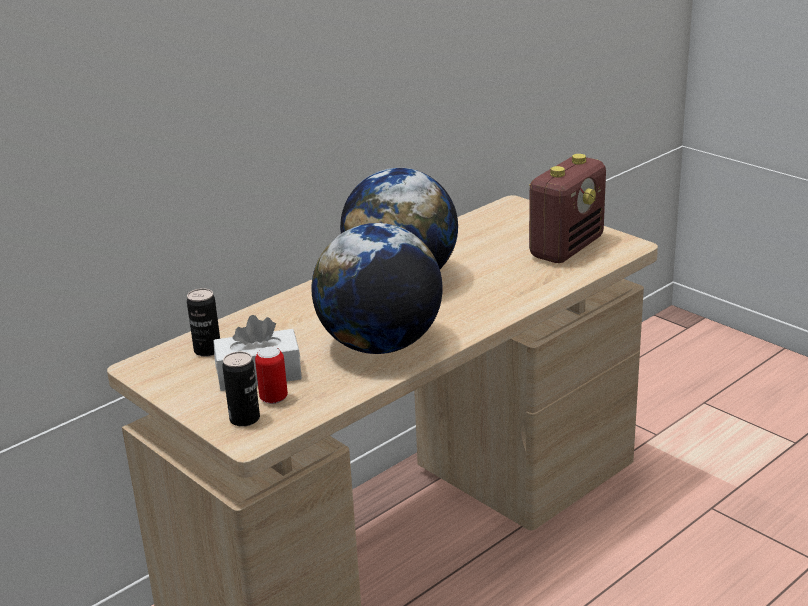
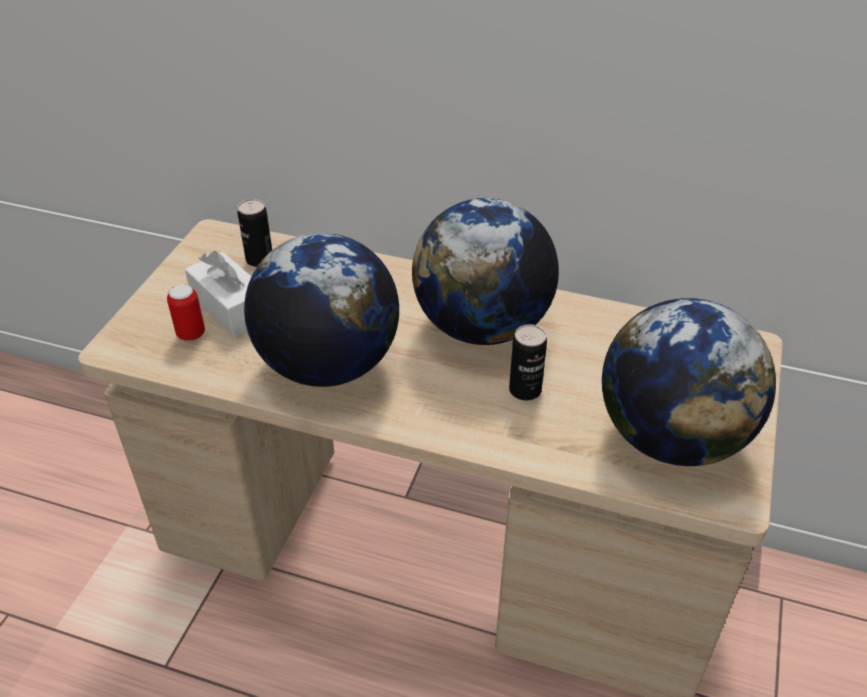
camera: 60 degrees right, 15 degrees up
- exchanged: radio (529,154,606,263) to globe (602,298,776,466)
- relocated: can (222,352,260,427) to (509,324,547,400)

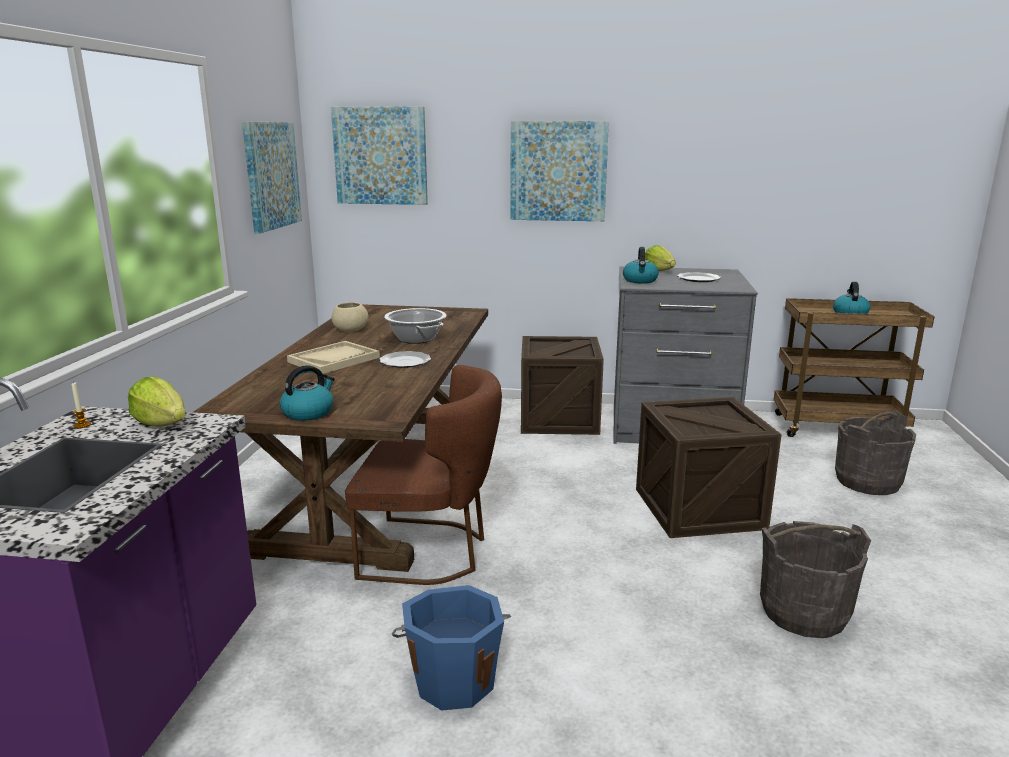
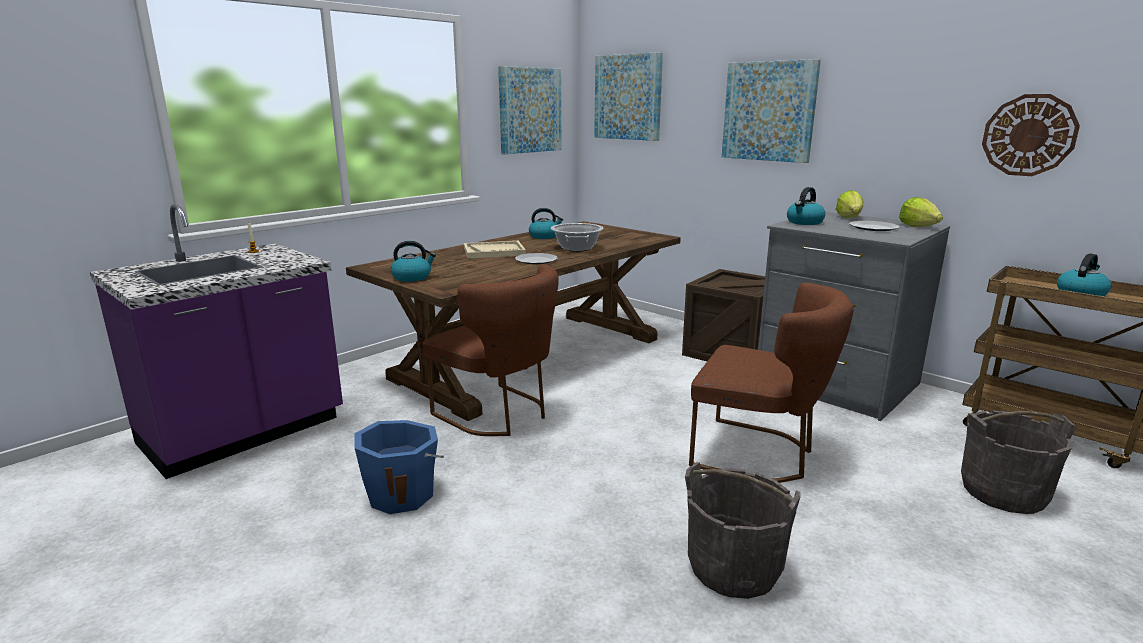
camera: 35 degrees right, 0 degrees up
- exchanged: beige bowl (332,302,368,332) to kettle (529,208,563,239)
- relocated: lettuce (128,377,186,427) to (899,197,943,227)
- exchanged: crate (636,397,782,538) to brown chair (689,282,853,483)
- appeared: wall clock (982,94,1080,176)

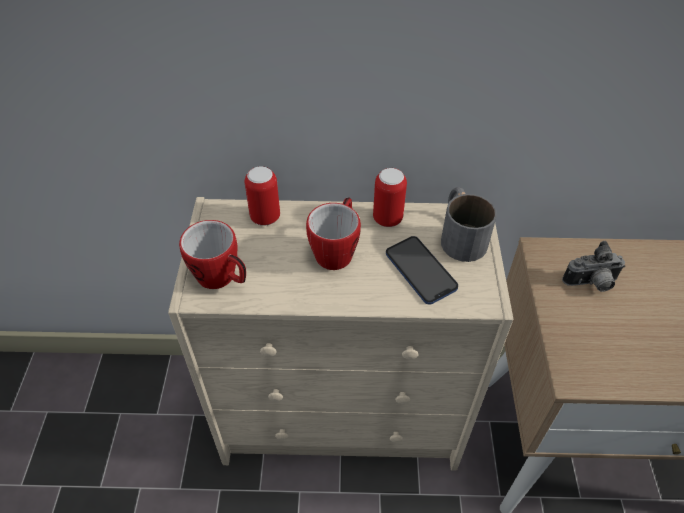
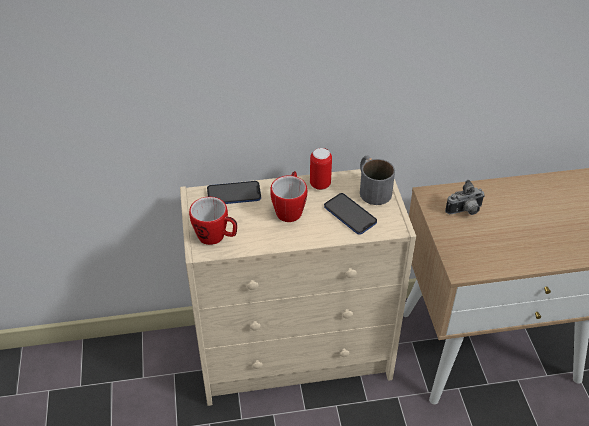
camera: 10 degrees left, 5 degrees down
- exchanged: can (245,166,280,226) to phone (207,181,261,204)

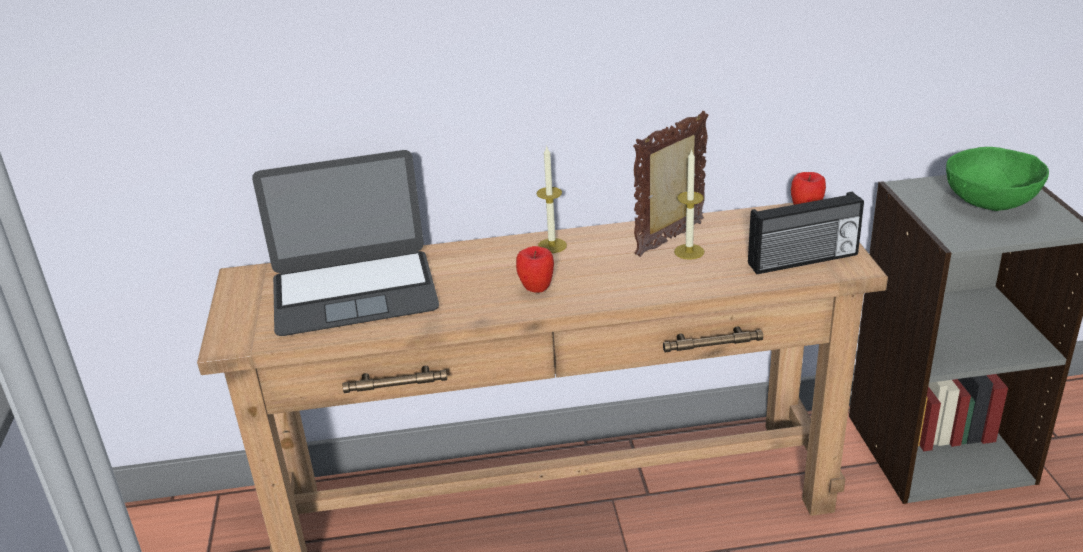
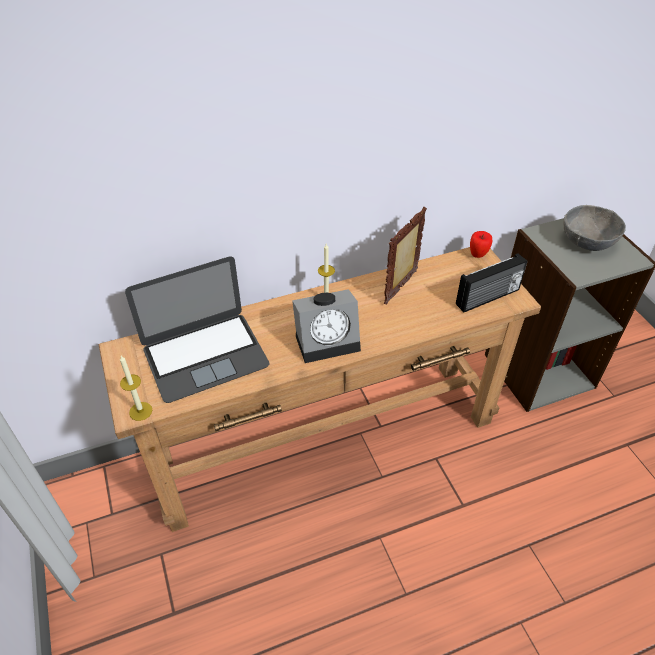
camera: 15 degrees left, 15 degrees up
- colour: green bowl (946,147,1049,211) to grey bowl (564,205,626,251)
- relocated: candle (674,149,704,260) to (120,356,152,421)
- exchanged: apple (516,246,554,293) to alarm clock (292,289,361,363)

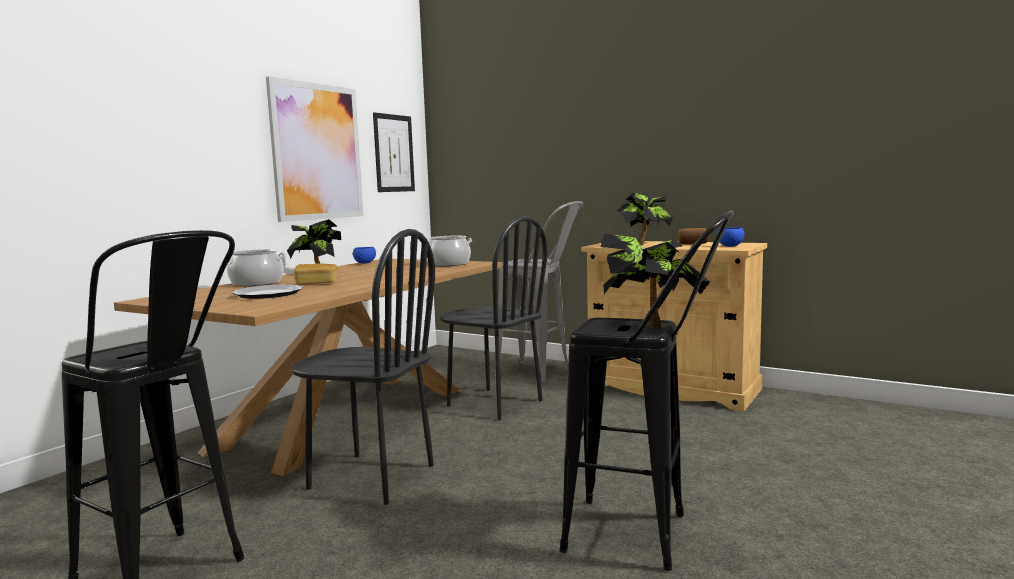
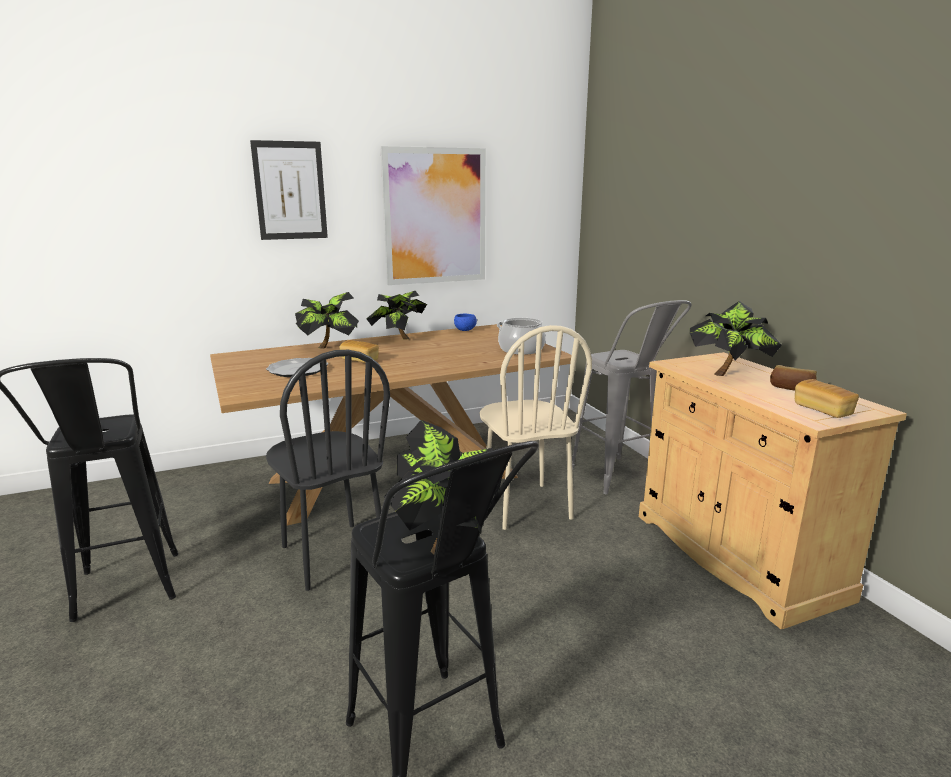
camera: 35 degrees right, 10 degrees up
- relocated: picture (373,112,415,192) to (250,140,328,240)
- colour: black chair (439,216,548,420) to beige chair (479,325,592,530)
- exchanged: blue bowl (717,227,745,247) to bread (795,379,859,418)
- exchanged: cooking pot (223,249,285,286) to potted plant (295,292,359,349)

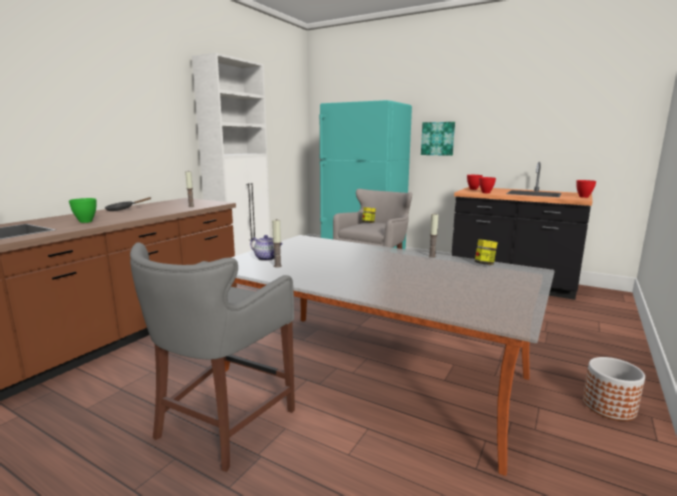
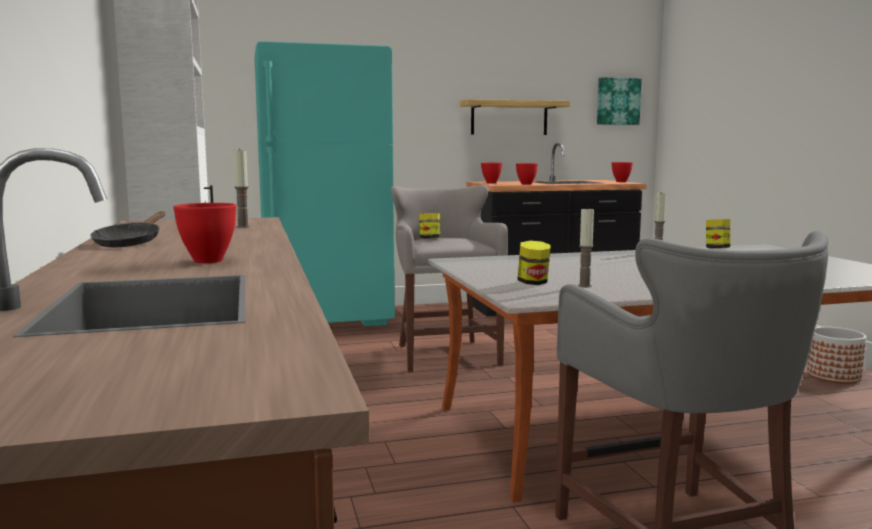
camera: 45 degrees left, 5 degrees down
- relocated: picture (421,122,455,156) to (597,77,642,125)
- colour: green bowl (69,198,96,223) to red bowl (173,203,236,263)
- exchanged: teapot (250,235,282,261) to jar (517,241,551,285)
- appeared: shelf (460,99,570,135)

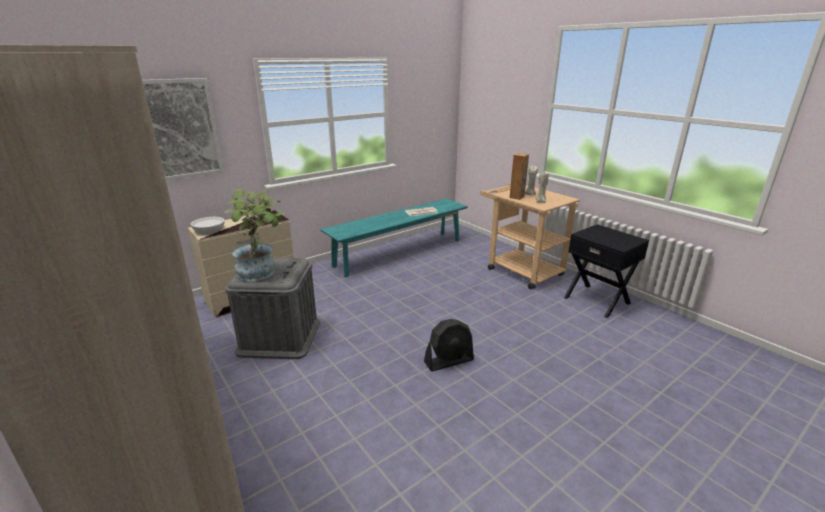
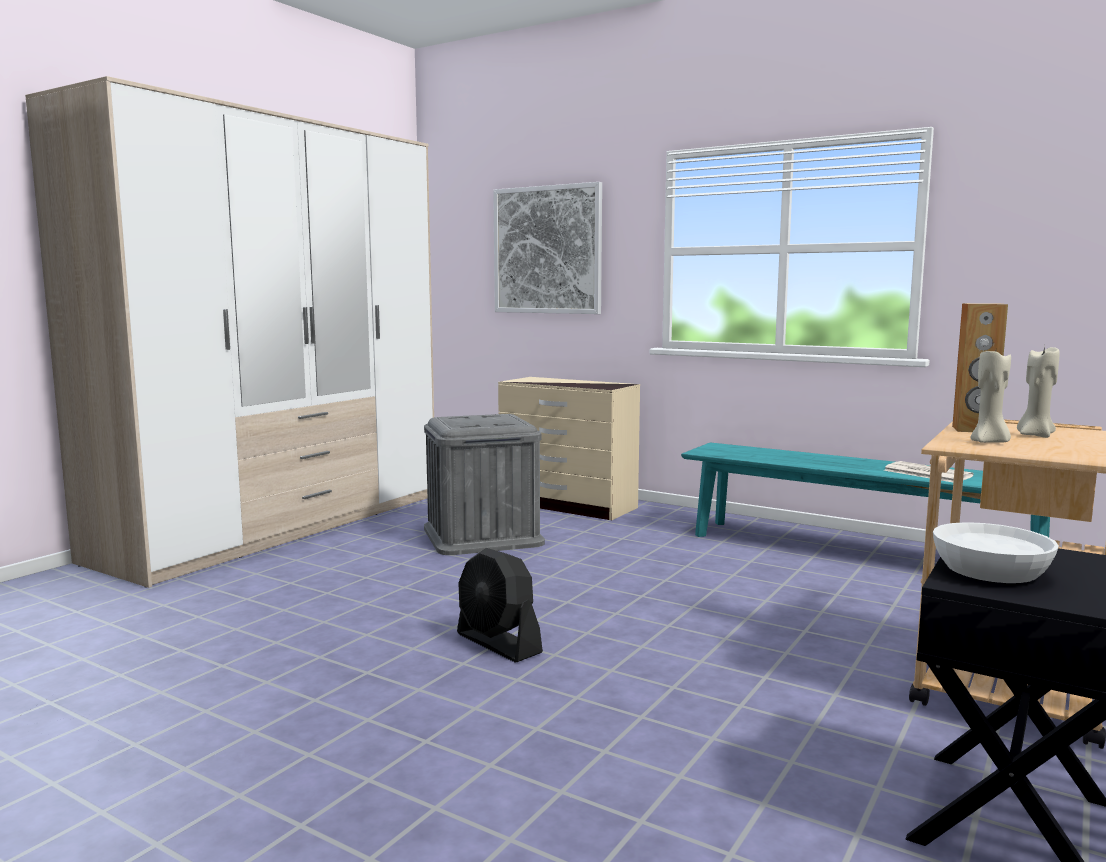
camera: 70 degrees right, 15 degrees down
- missing: potted plant (224,189,286,281)
- relocated: white bowl (191,217,225,235) to (933,522,1059,583)

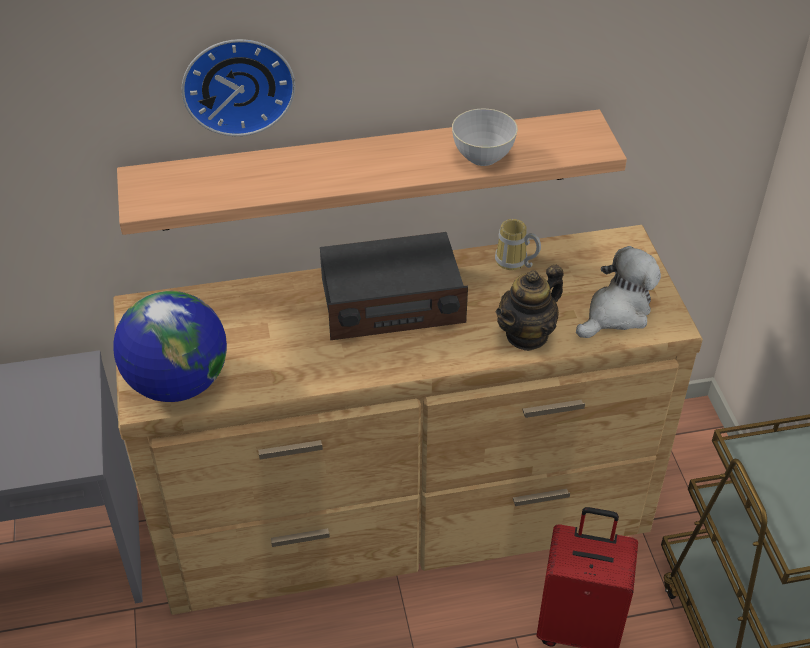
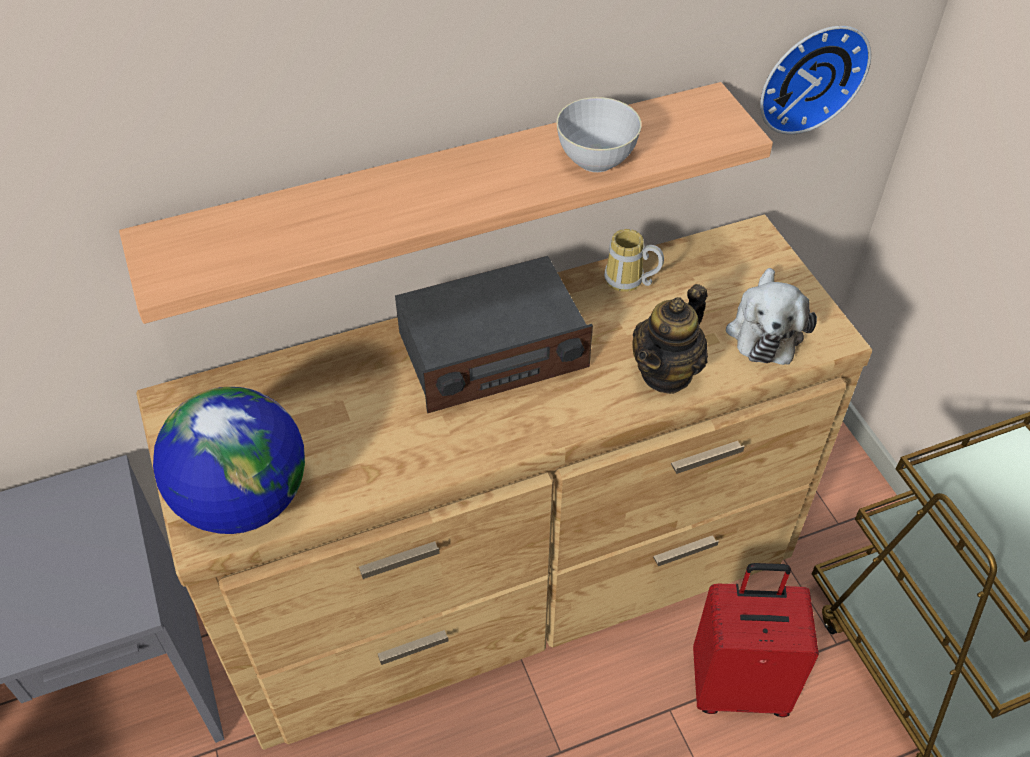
camera: 10 degrees left, 5 degrees up
- relocated: wall clock (182,39,295,136) to (760,26,871,135)
- spun: plush toy (576,246,661,338) = (726,268,817,365) 150 degrees clockwise

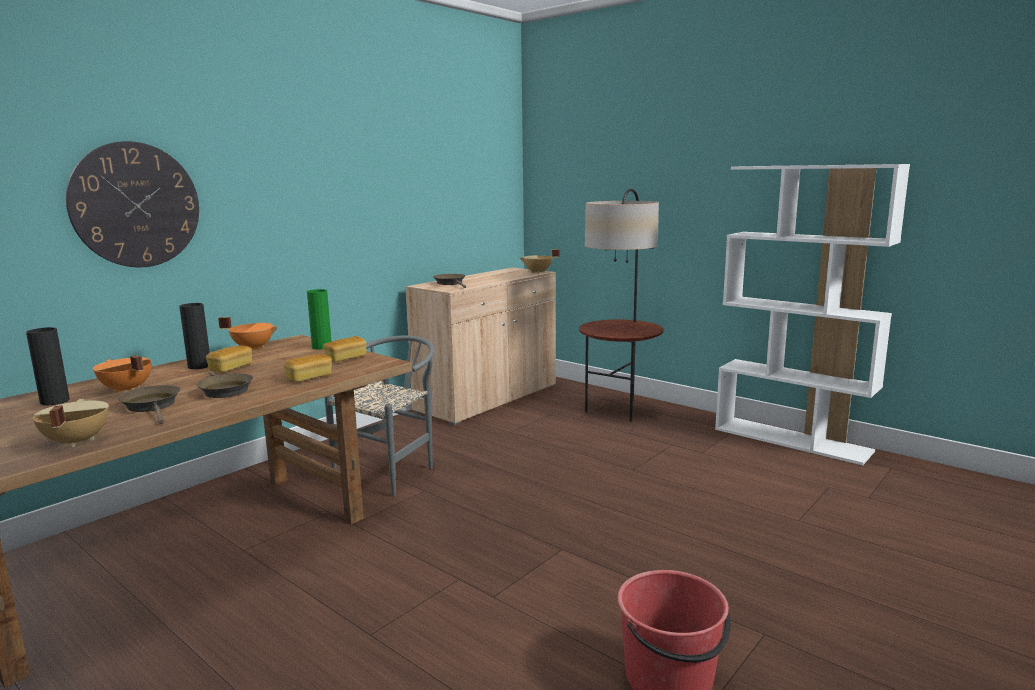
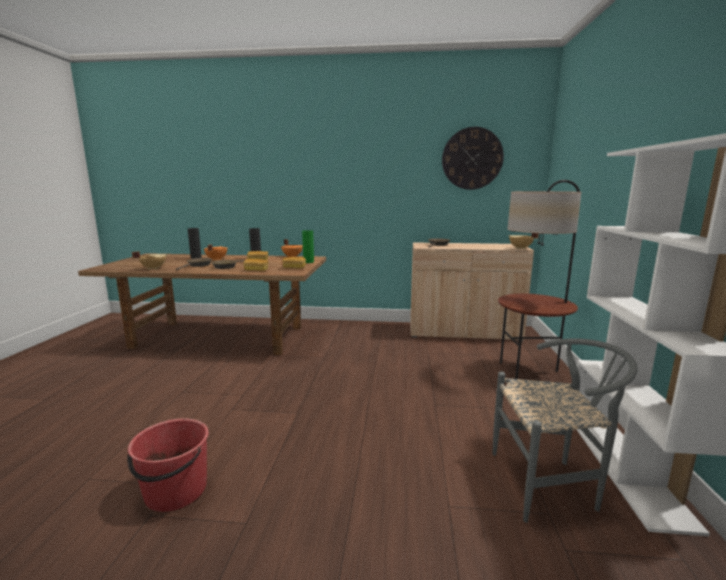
camera: 55 degrees right, 0 degrees up
- relocated: wall clock (66,141,199,267) to (442,127,504,190)
- relocated: grey chair (324,335,435,496) to (492,338,638,523)

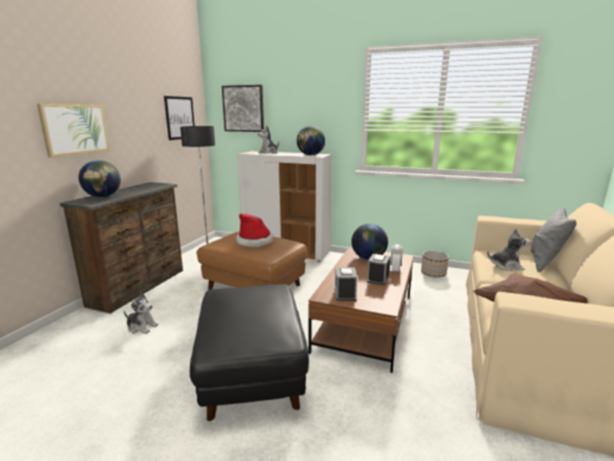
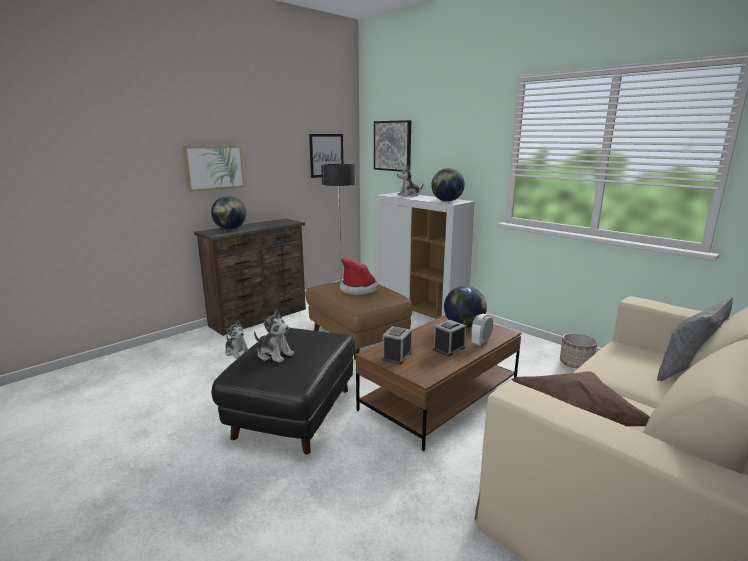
camera: 25 degrees right, 0 degrees up
- relocated: plush toy (487,229,530,271) to (254,309,294,363)

